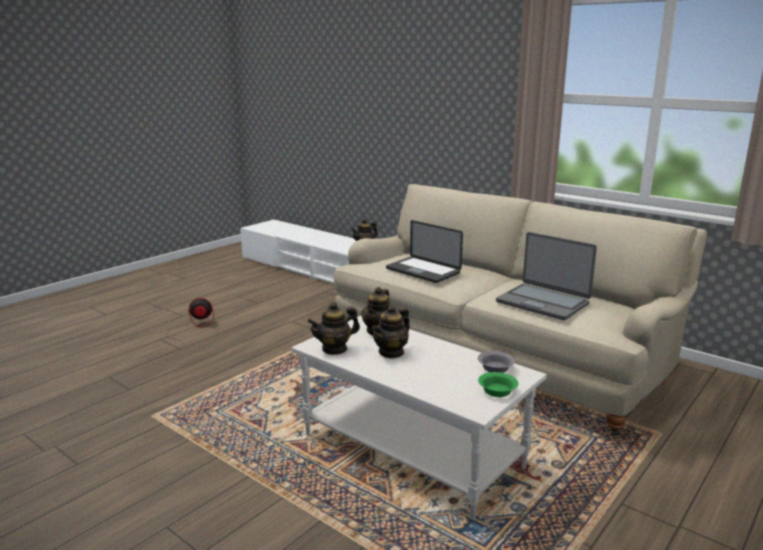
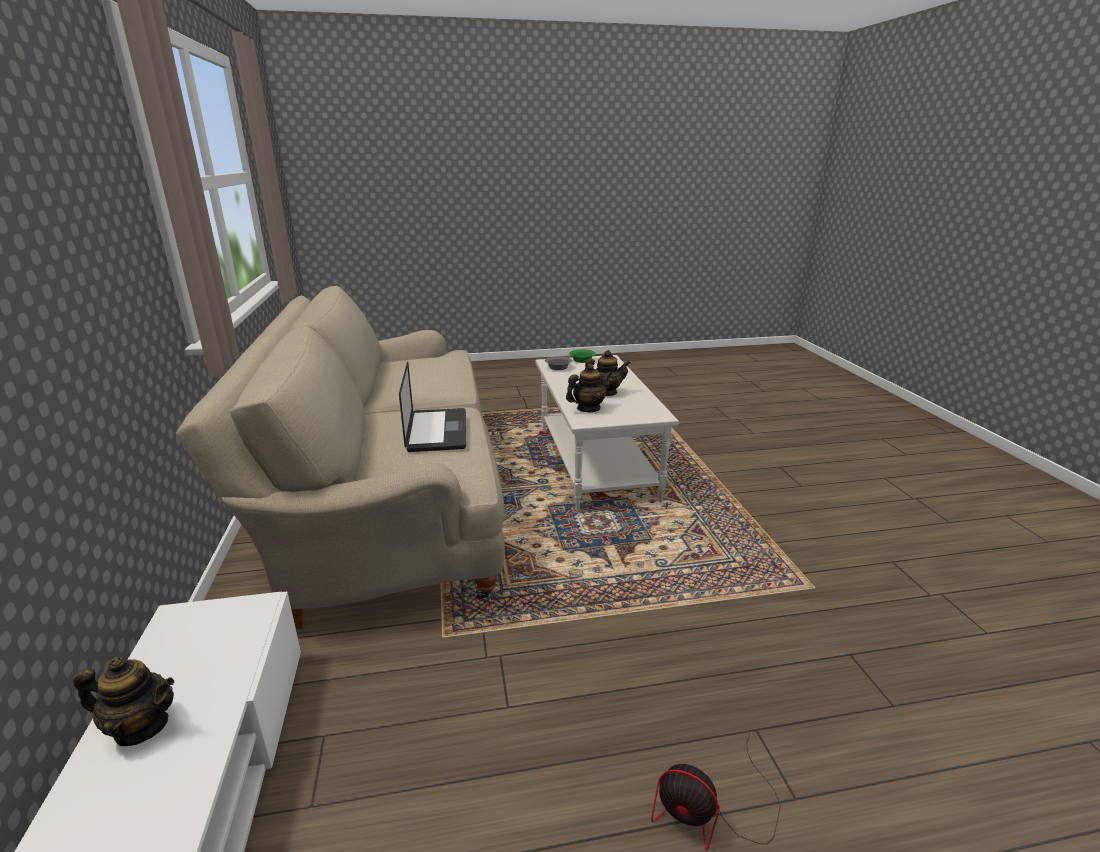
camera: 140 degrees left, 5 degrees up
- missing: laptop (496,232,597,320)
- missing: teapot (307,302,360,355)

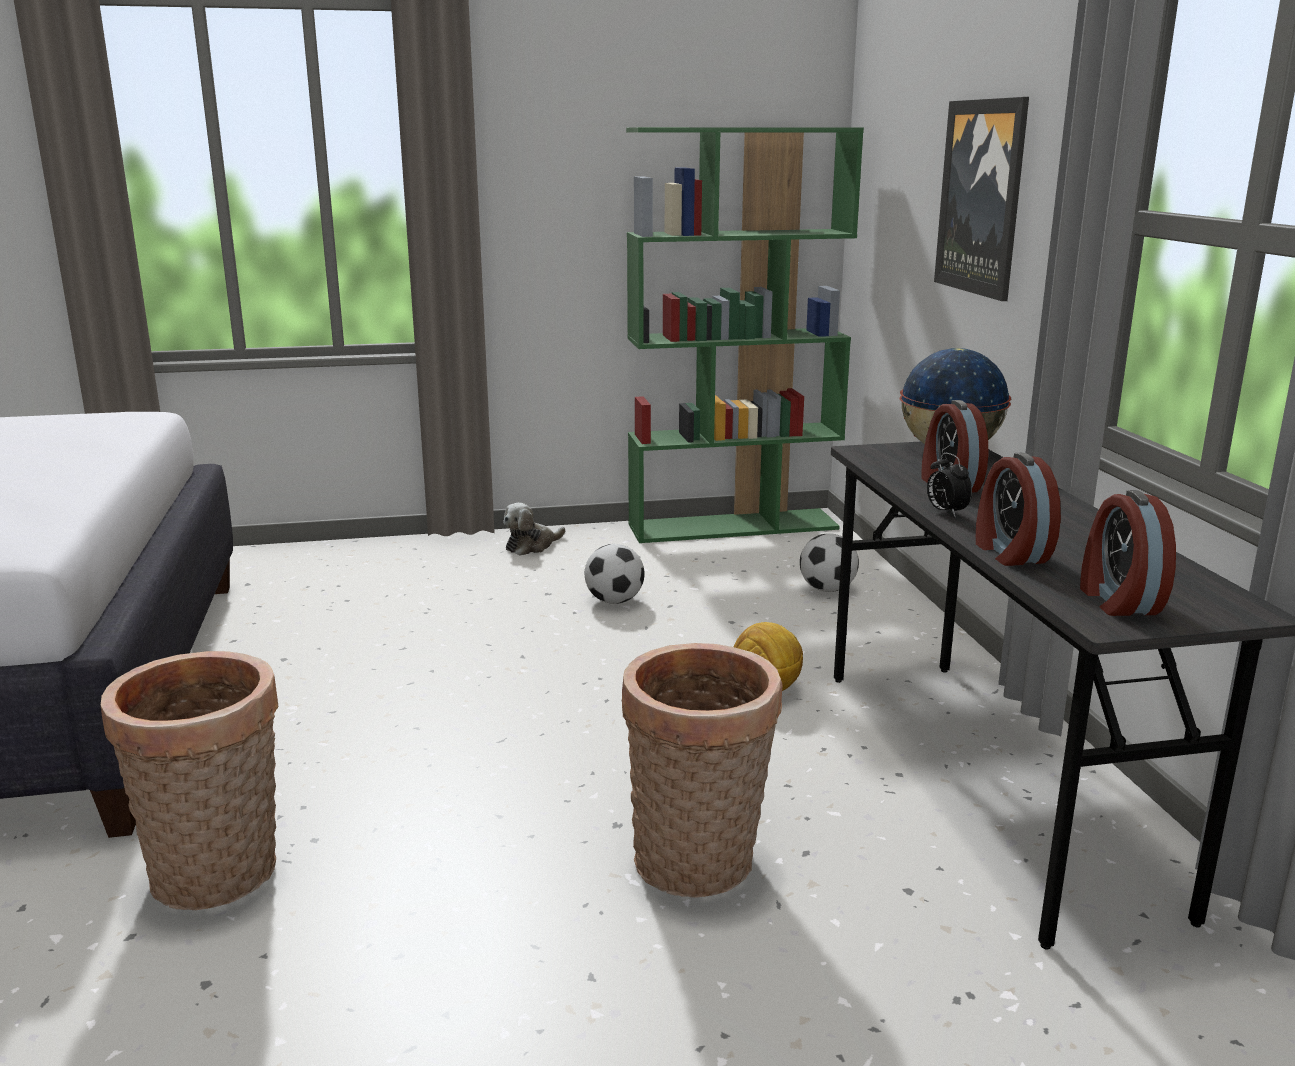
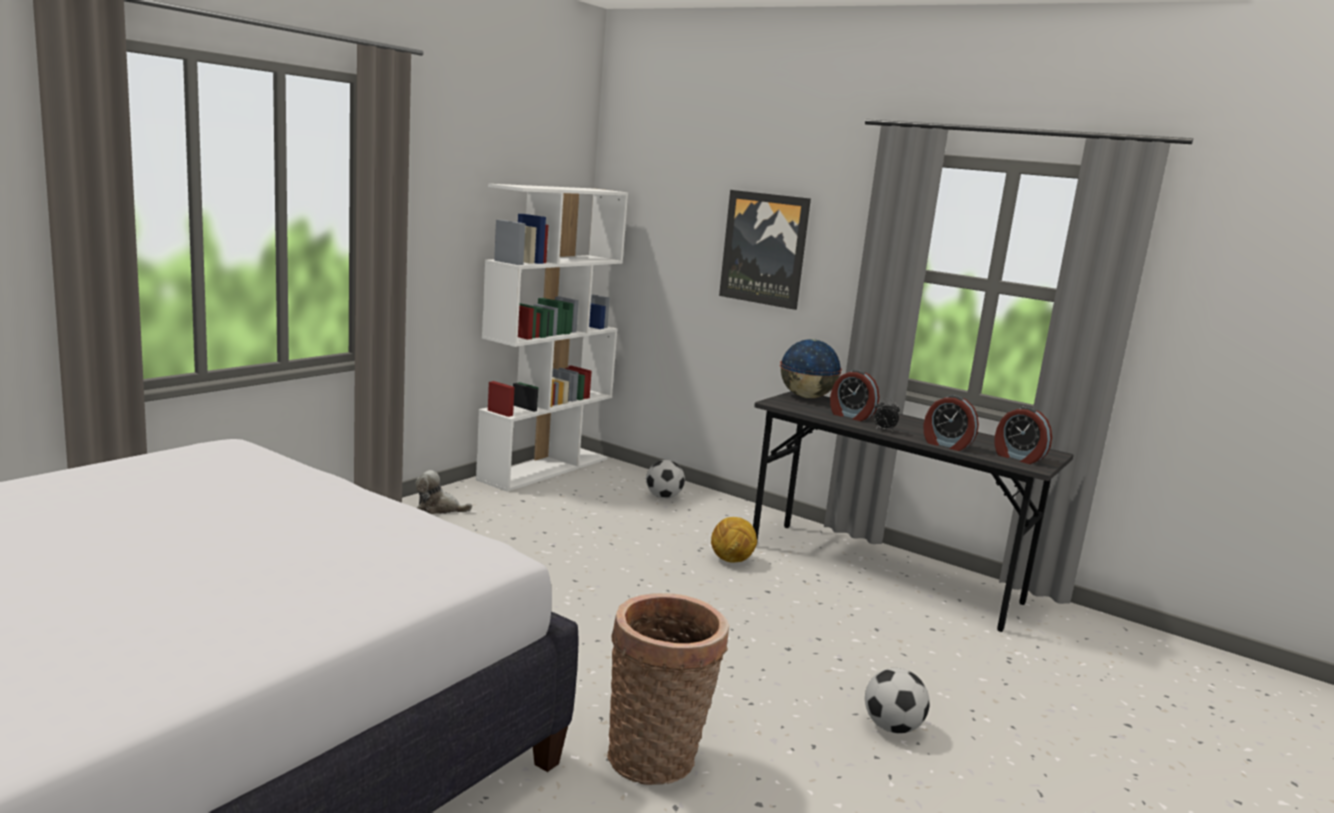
camera: 45 degrees left, 5 degrees down
- colour: green bookcase (626,127,864,543) to white bookcase (476,184,628,492)
- spun: plush toy (503,503,565,555) = (415,470,472,514) 90 degrees clockwise
- relocated: football (585,544,645,604) to (865,668,930,734)
- missing: basket (622,643,783,898)

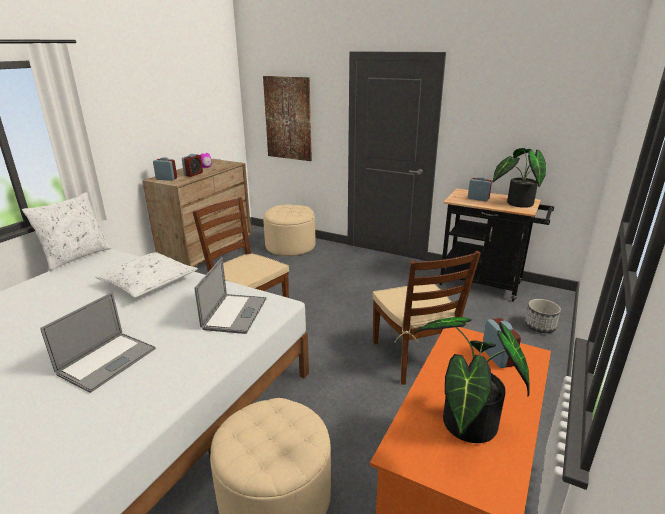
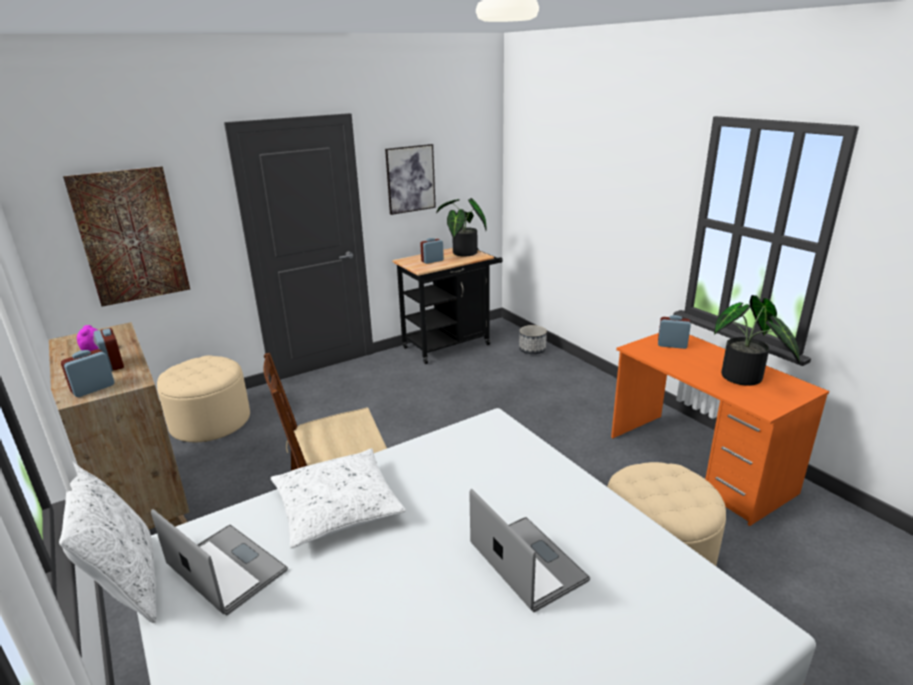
camera: 60 degrees left, 0 degrees up
- missing: brown chair (372,251,481,384)
- relocated: laptop (195,257,266,334) to (151,509,288,615)
- appeared: picture (385,144,436,215)

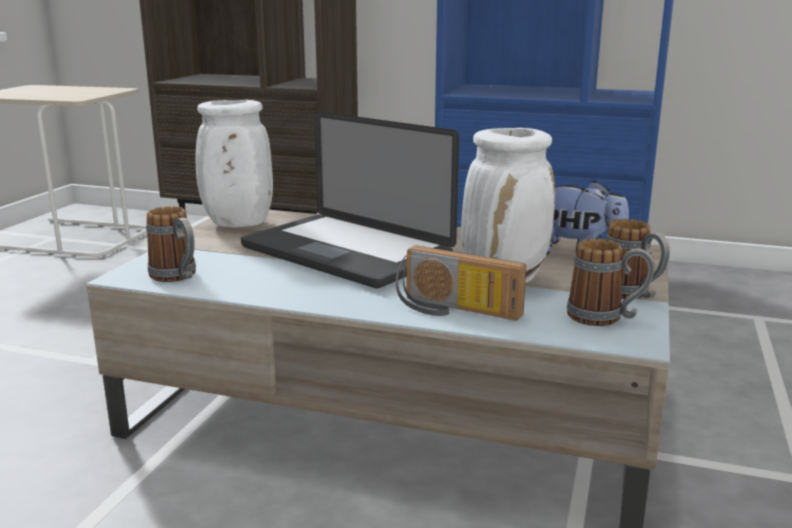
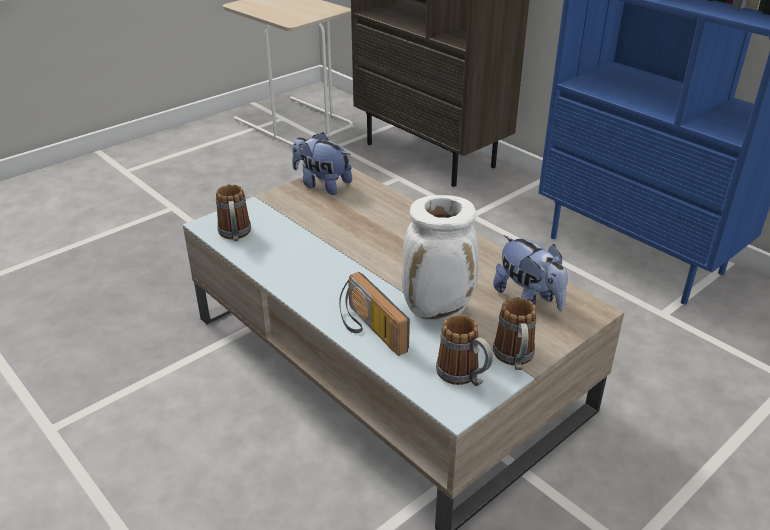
camera: 30 degrees right, 15 degrees up
- exchanged: white vase (195,100,273,228) to plush toy (292,132,352,195)
- missing: laptop (241,111,459,288)

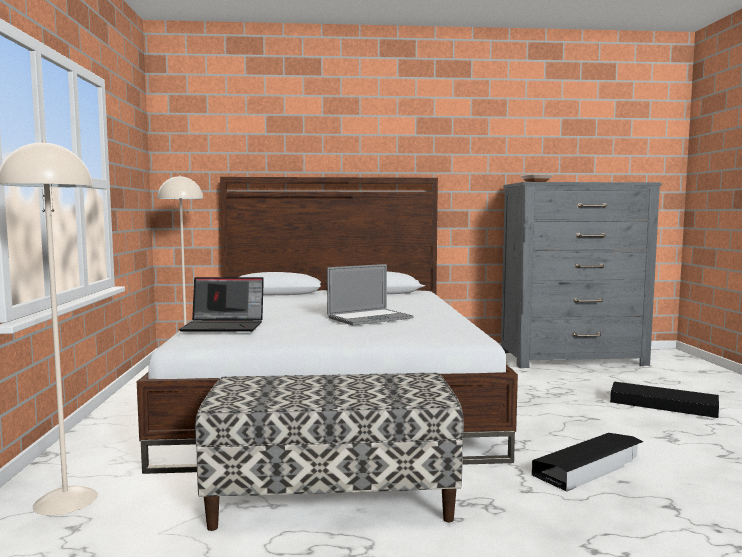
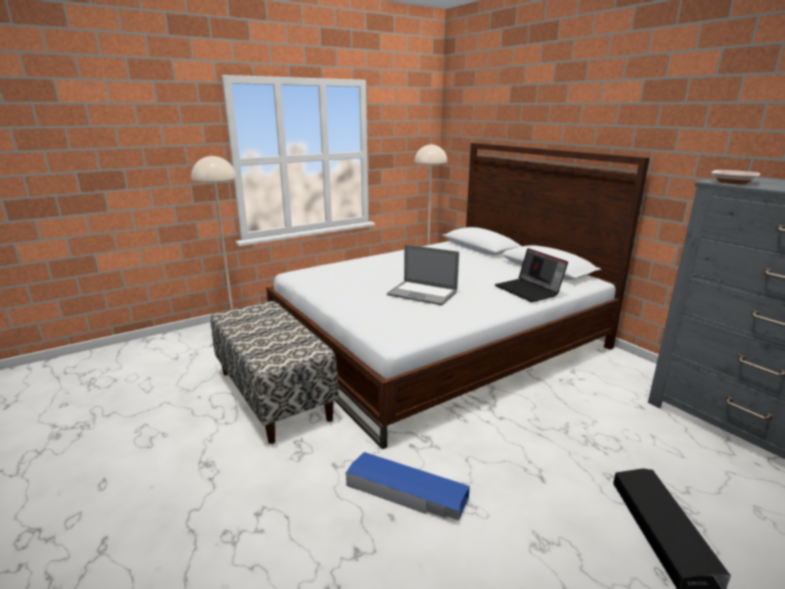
camera: 60 degrees right, 15 degrees up
- relocated: laptop (179,277,264,332) to (495,248,568,302)
- colour: black storage box (532,433,644,491) to blue storage box (346,452,470,520)

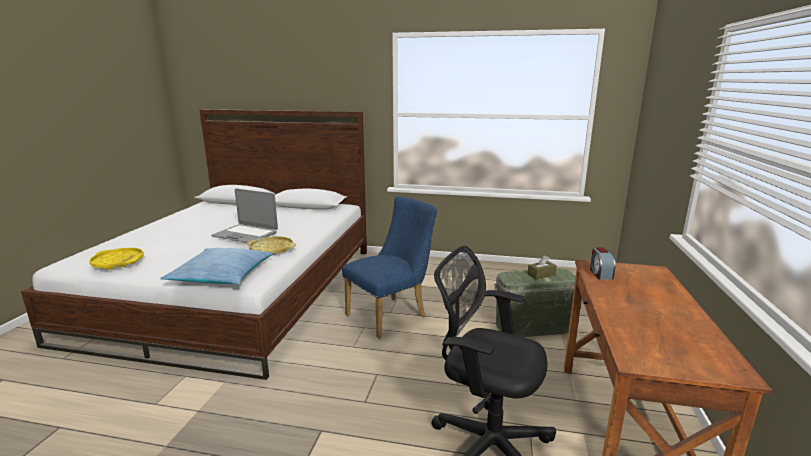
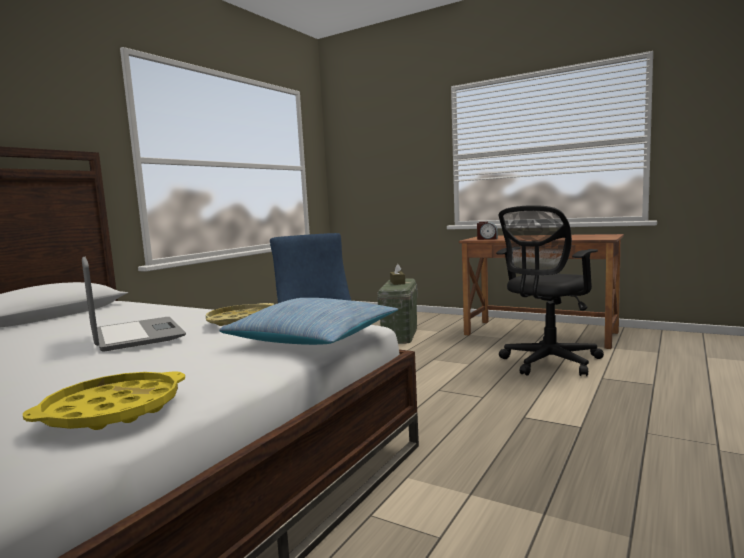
camera: 70 degrees left, 10 degrees down
- spun: laptop (211,189,278,243) = (82,256,186,352) 75 degrees counterclockwise

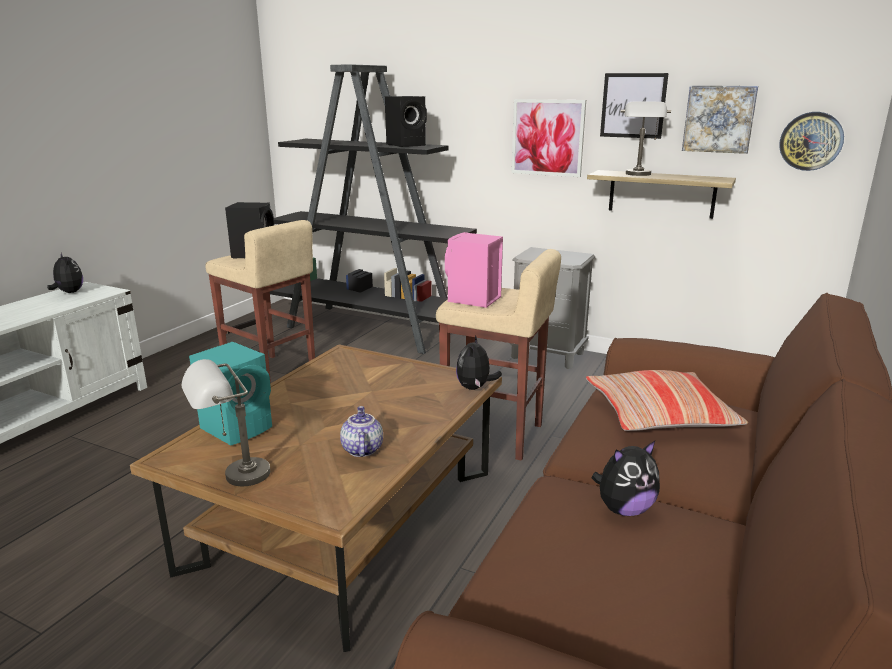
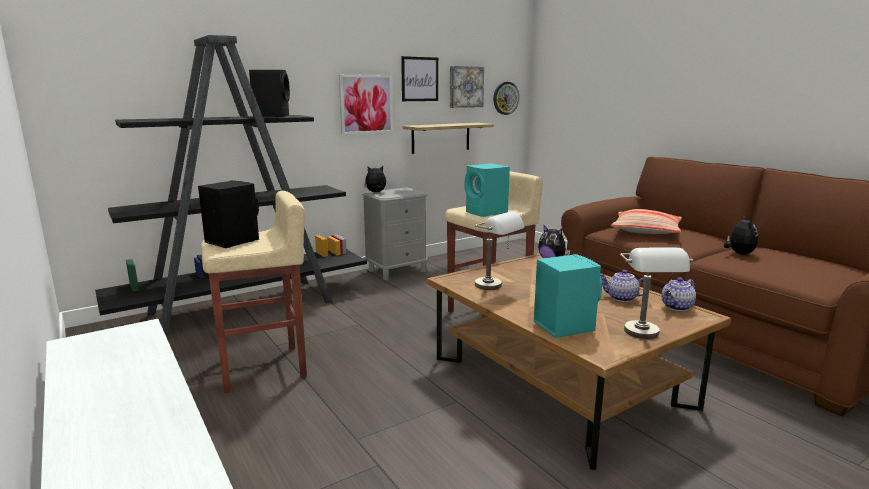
camera: 60 degrees left, 5 degrees down
- relocated: grey table lamp (621,102,671,176) to (475,212,524,290)
- colour: pink speaker (445,232,503,308) to turquoise speaker (465,163,510,217)
- relocated: plush toy (47,252,83,293) to (364,166,386,192)
- appeared: teapot (661,278,696,311)

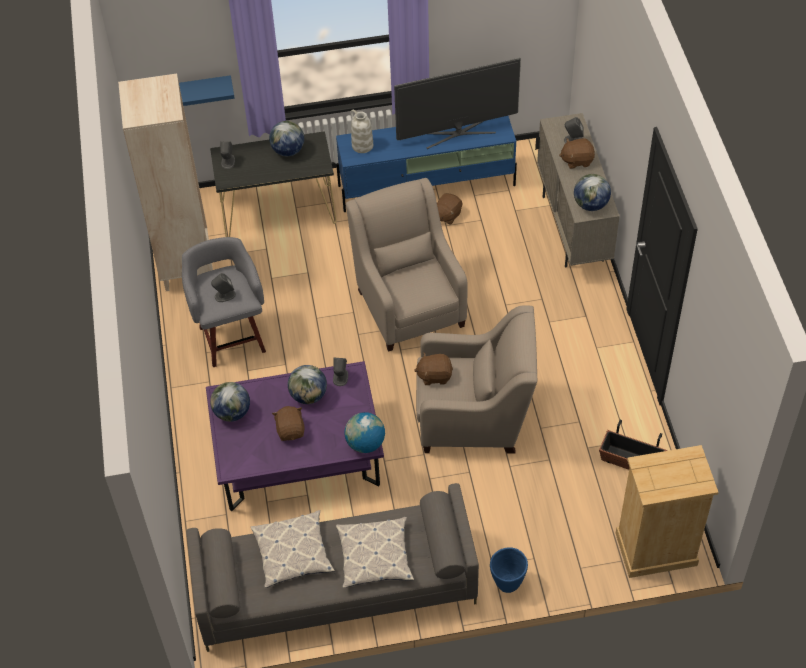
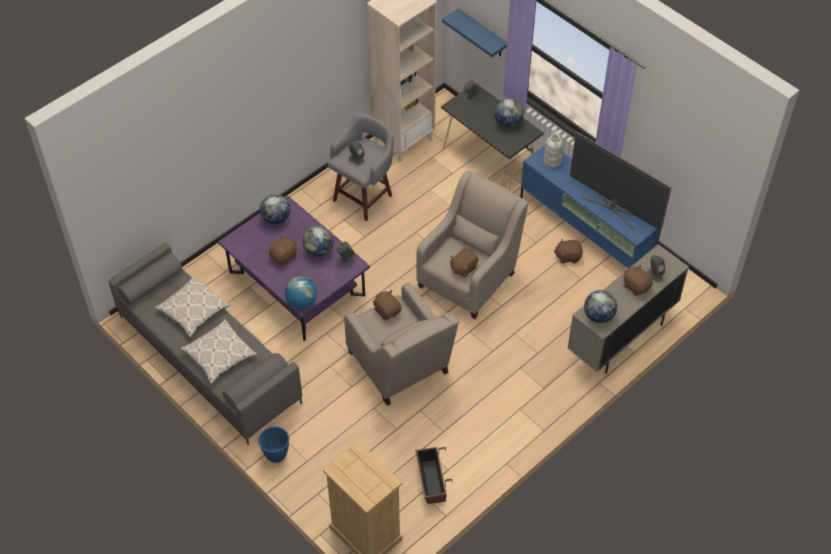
camera: 55 degrees right, 0 degrees up
- appeared: brown plush toy (450,248,478,278)

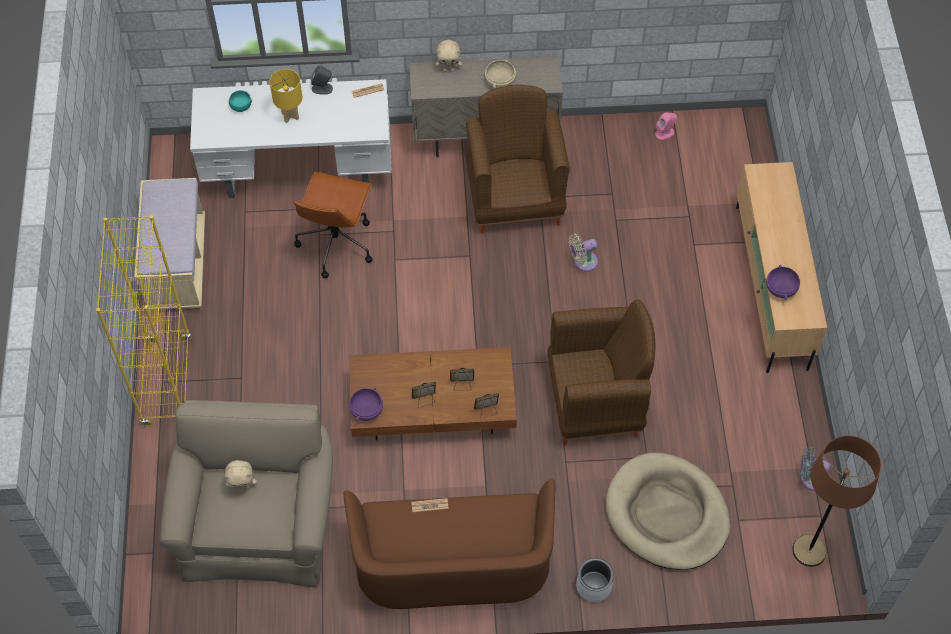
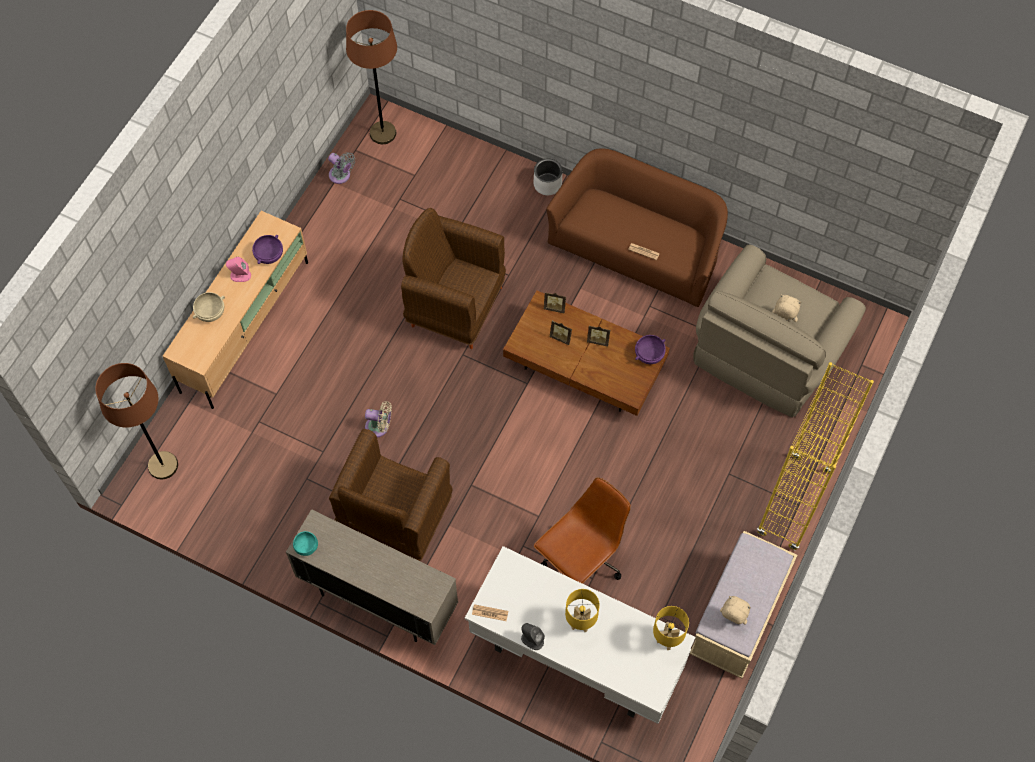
camera: 150 degrees left, 5 degrees up
- relocated: beige plush toy (435,40,462,72) to (720,596,751,625)
- relocated: beige bowl (485,60,516,89) to (193,292,225,322)
- relocated: turquoise bowl (229,90,252,112) to (293,531,318,556)
- relocated: pink speaker (655,112,677,140) to (226,257,251,282)
- missing: beige dog bed (606,453,730,570)
- appeared: brown floor lamp (95,363,178,479)
- appeared: yellow table lamp (653,606,689,650)

